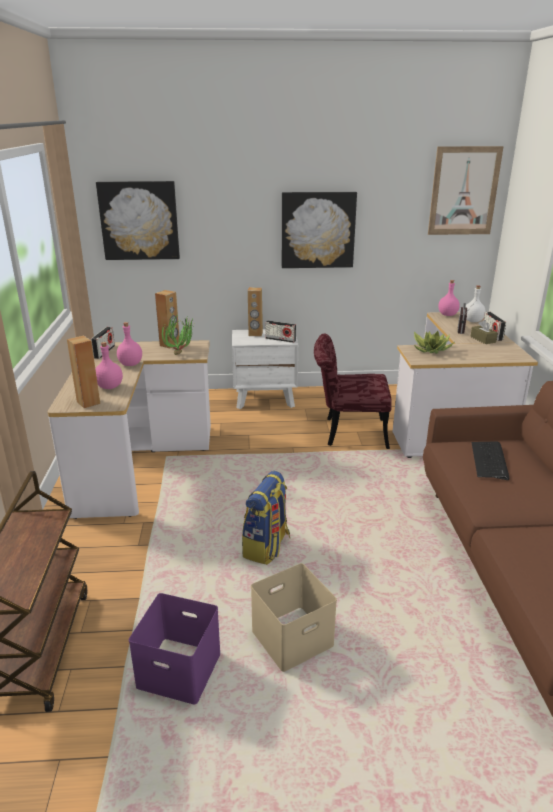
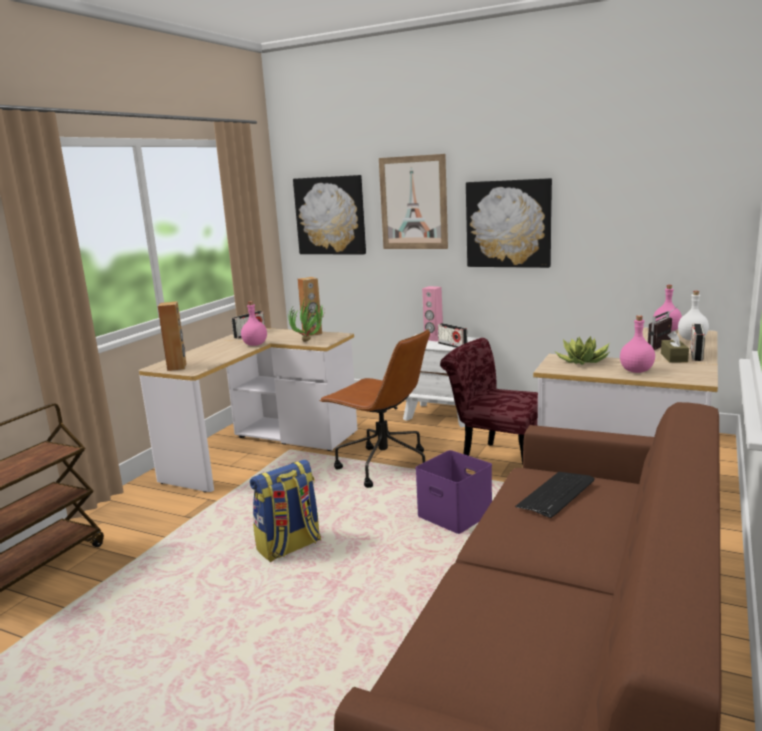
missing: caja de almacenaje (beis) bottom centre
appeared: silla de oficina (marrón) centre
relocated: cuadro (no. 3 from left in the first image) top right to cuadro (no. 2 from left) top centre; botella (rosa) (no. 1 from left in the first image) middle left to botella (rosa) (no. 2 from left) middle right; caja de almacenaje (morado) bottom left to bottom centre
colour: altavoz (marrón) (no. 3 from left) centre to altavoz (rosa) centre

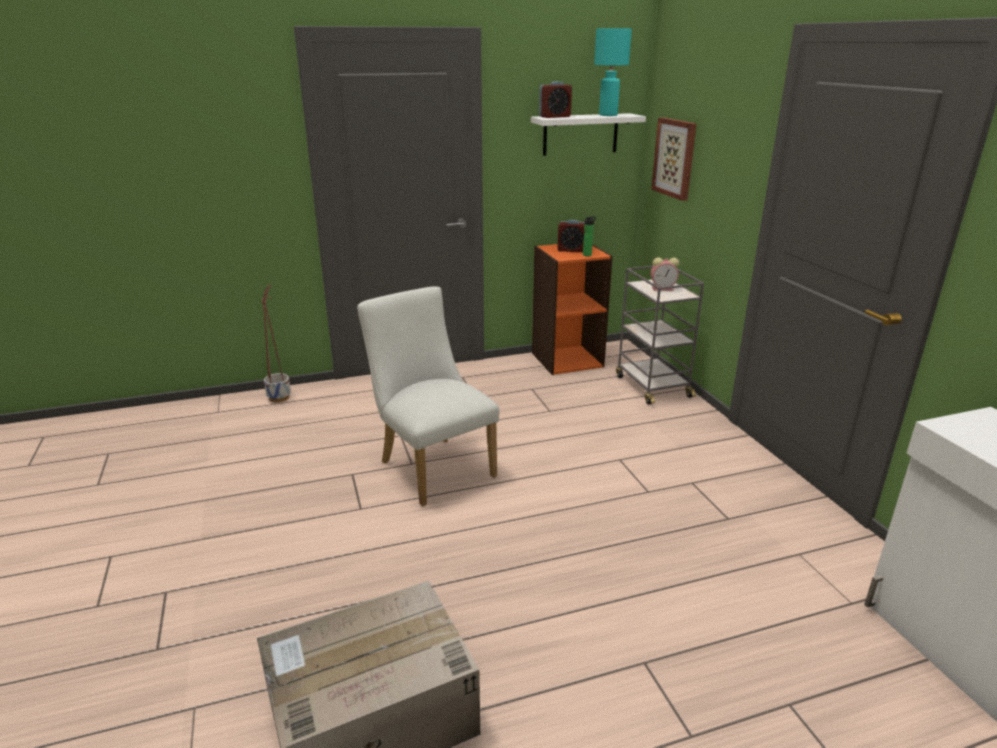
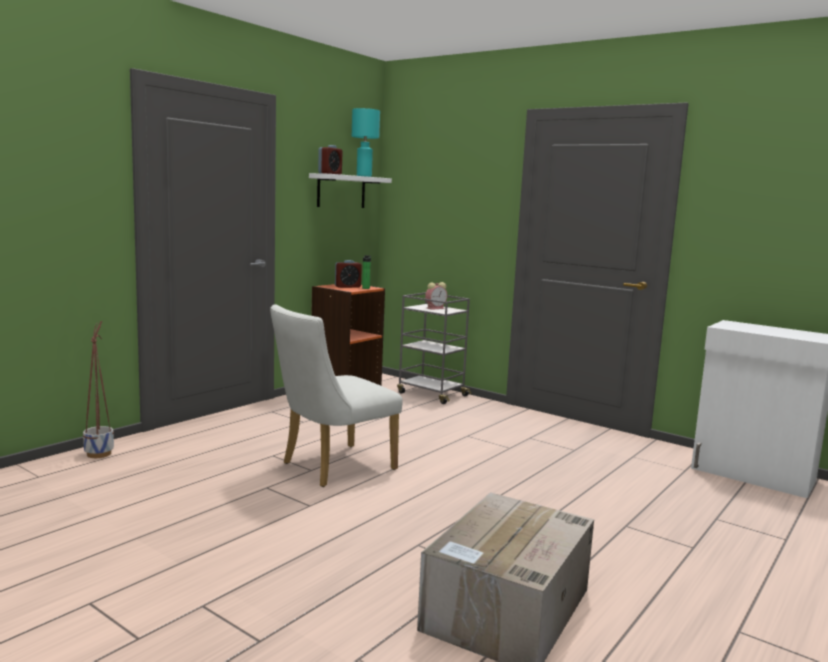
missing: cuadro top right
spun: silla (blanco) centre = centre 60 degrees counterclockwise

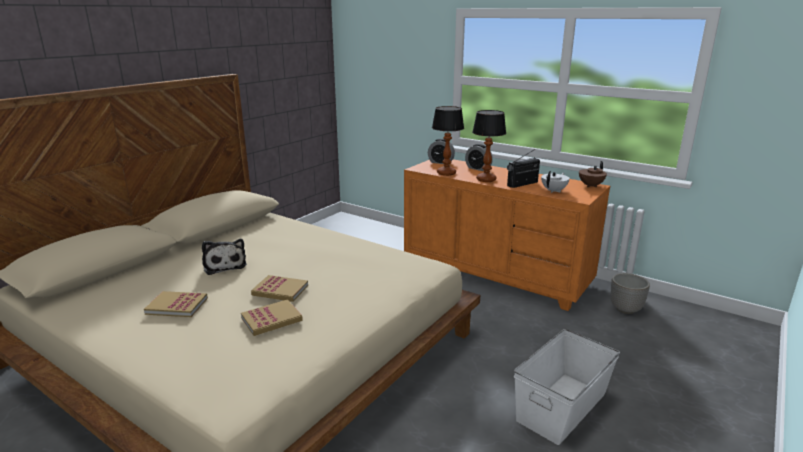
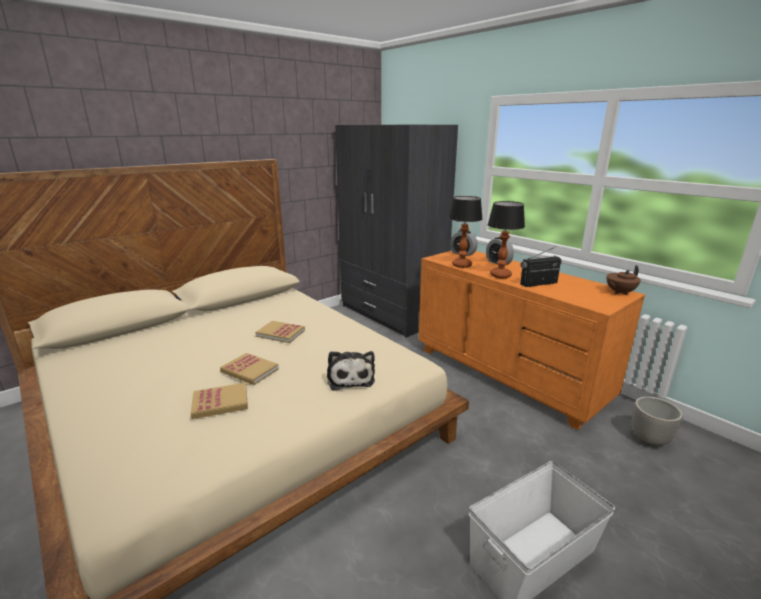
missing: tetera (blanco) middle right
appeared: armario ropero (gris) centre
relocated: peluche middle left to centre; libro (no. 1 from left in the first image) bottom left to libro (no. 3 from left) centre

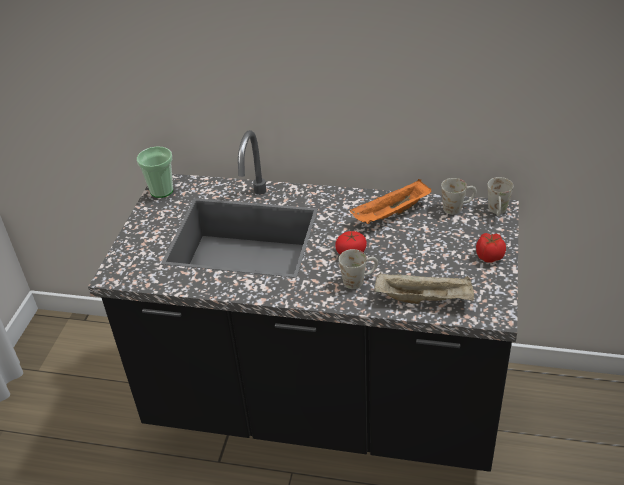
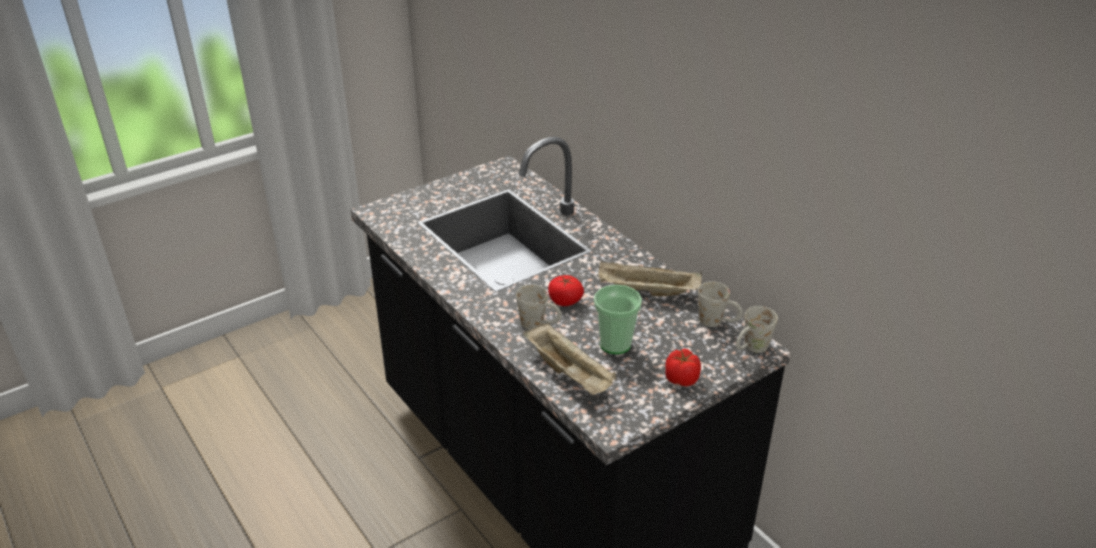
relocated: taza middle left to centre
colour: bandeja (naranja) centre to bandeja (beis) (no. 2 from left) centre

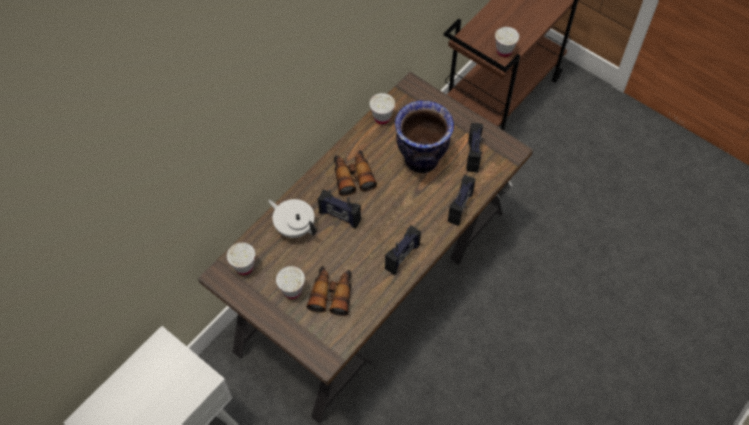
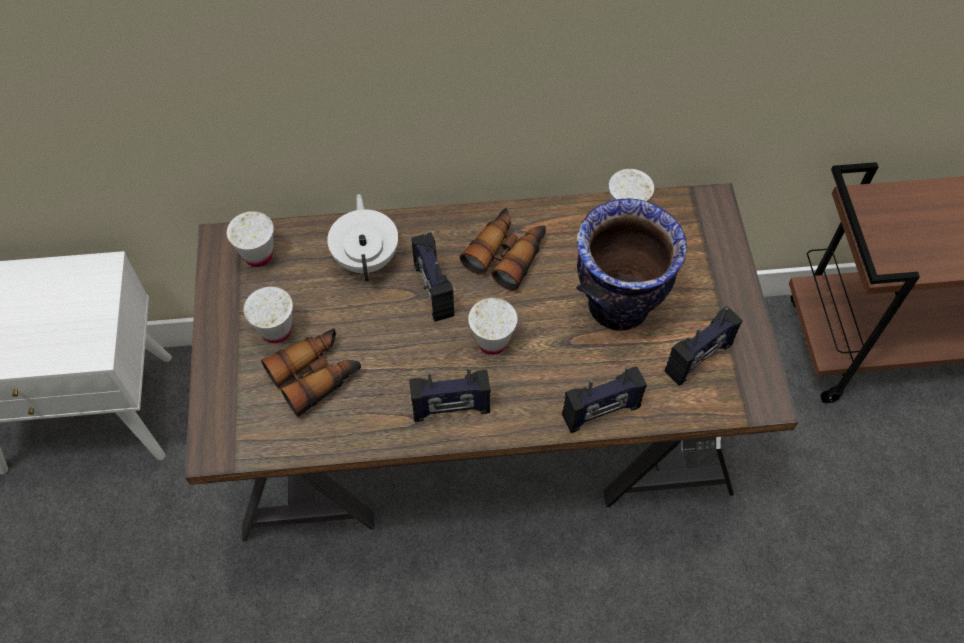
relocated: taza (blanco) (no. 4 from left in the first image) top right to taza (blanco) (no. 3 from left) centre

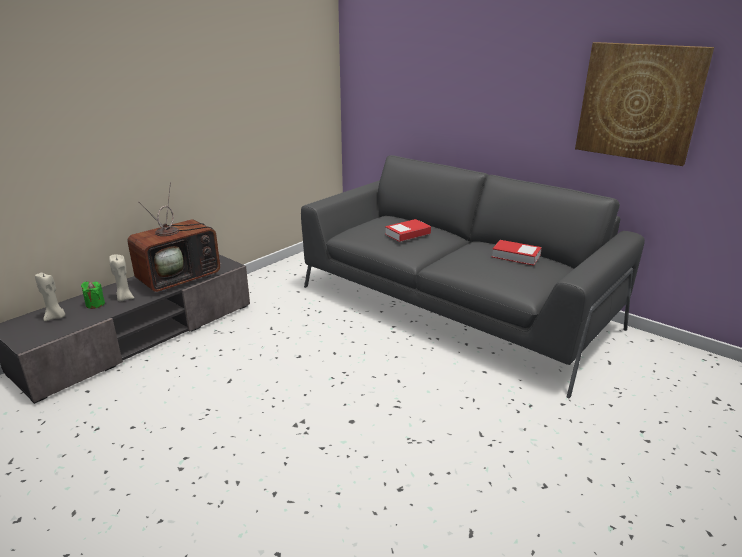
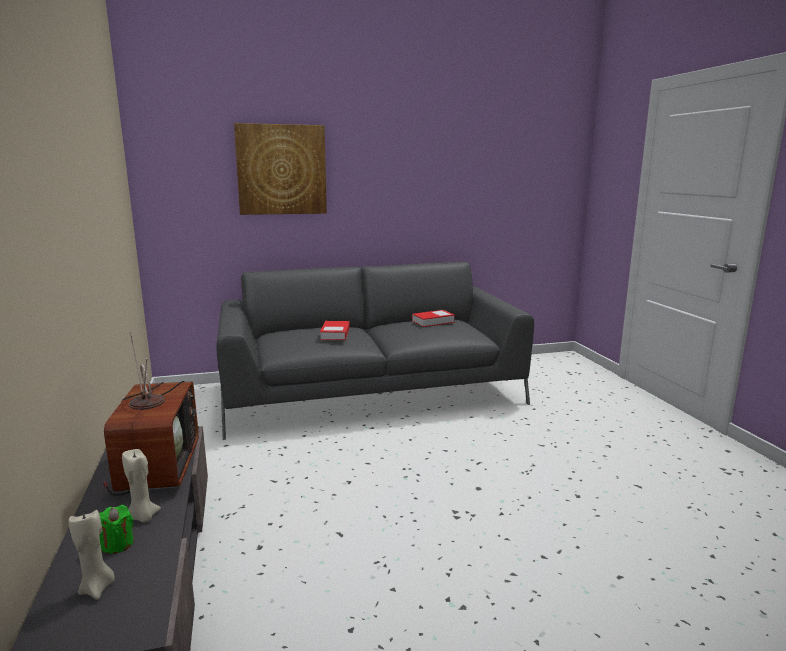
relocated: cuadro top right to top centre

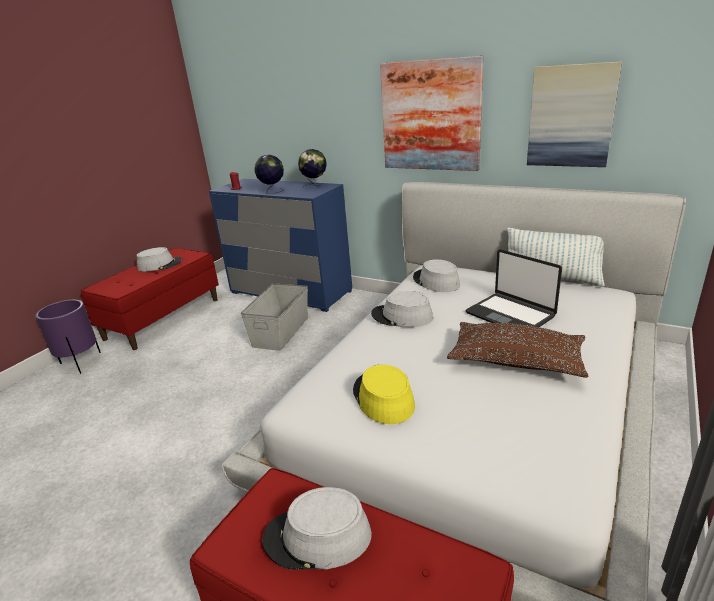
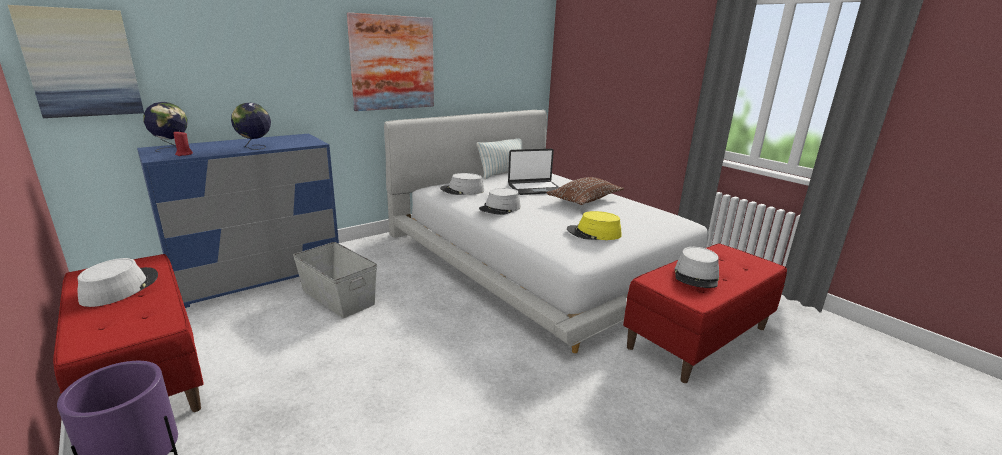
relocated: cuadro (no. 2 from left in the first image) top right to cuadro (no. 1 from left) top left; globo terráqueo (no. 2 from left in the first image) top centre to globo terráqueo (no. 1 from left) top left

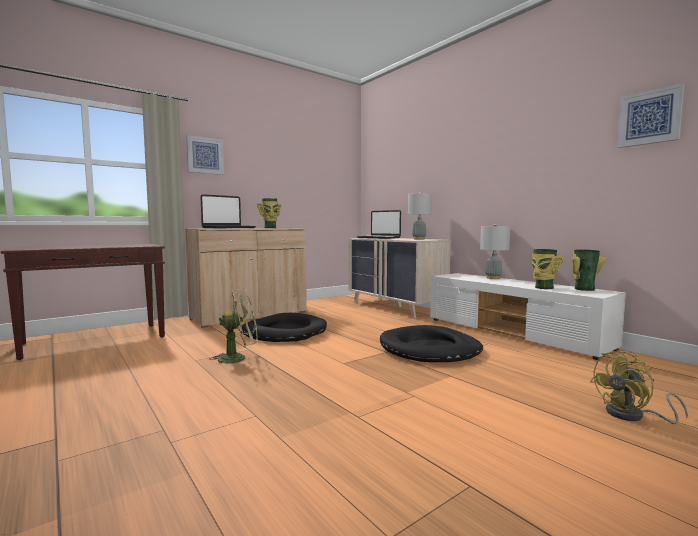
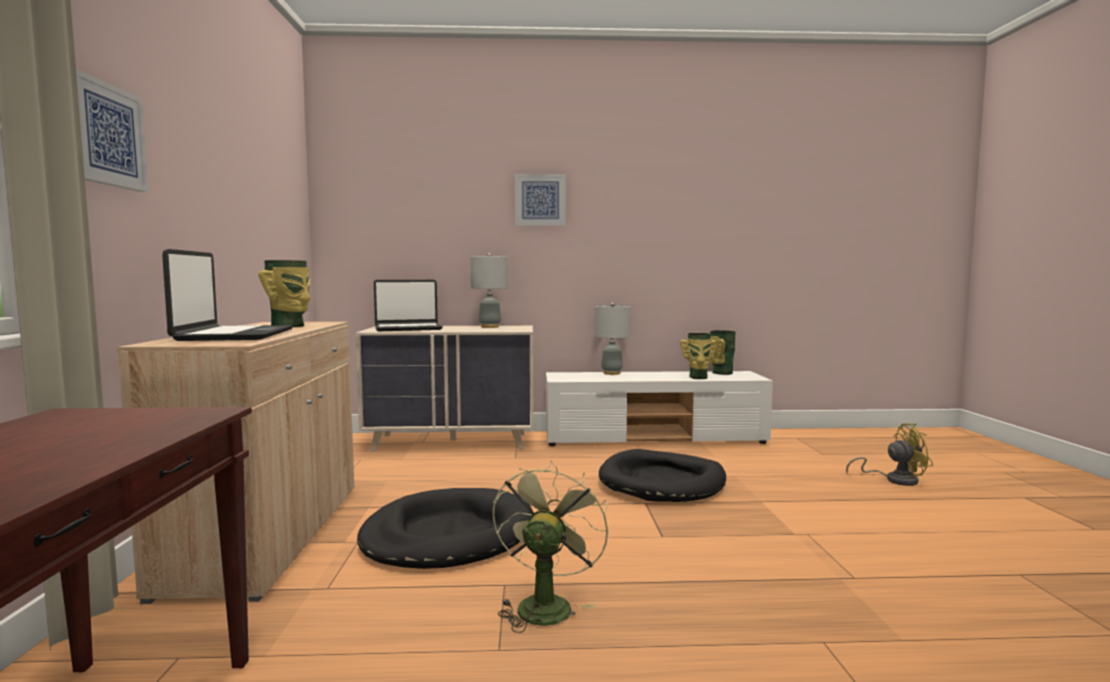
relocated: cuadro (no. 2 from left) top right to top centre
spun: ventilador (amarillo) bottom right = middle right 105 degrees counterclockwise

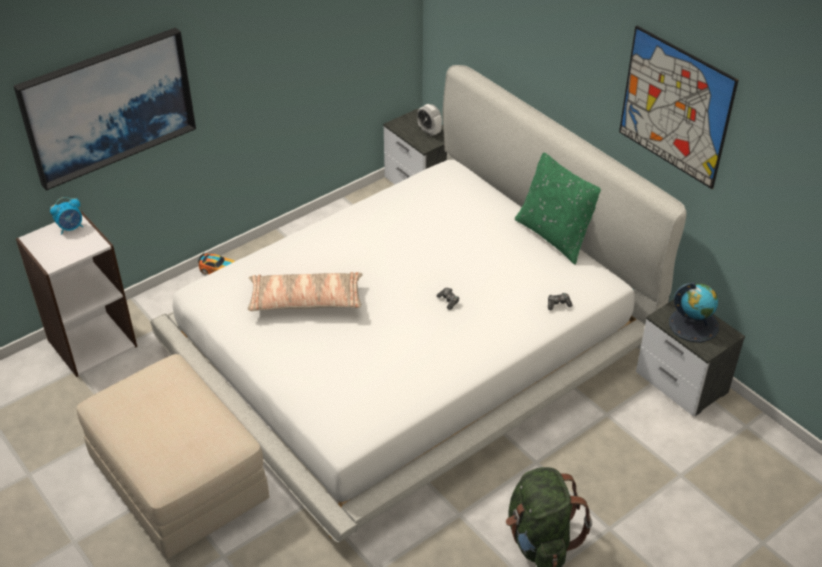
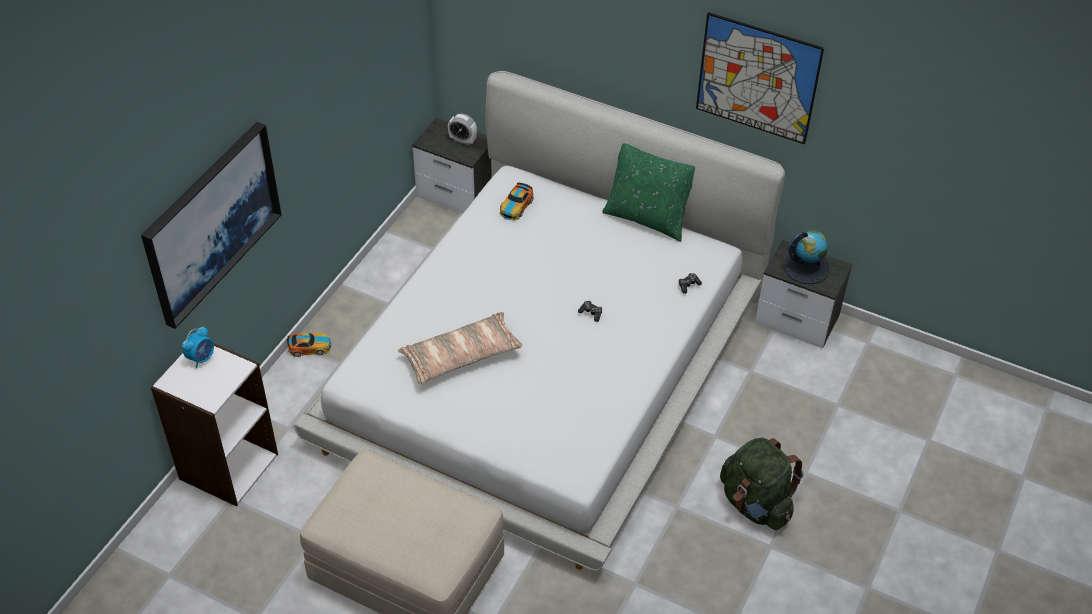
appeared: coche de juguete (no. 2 from left) top centre

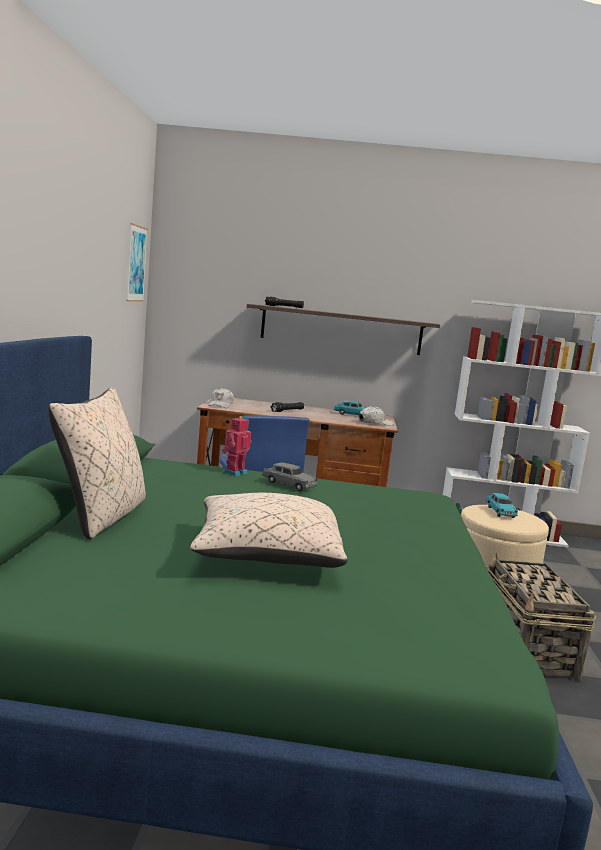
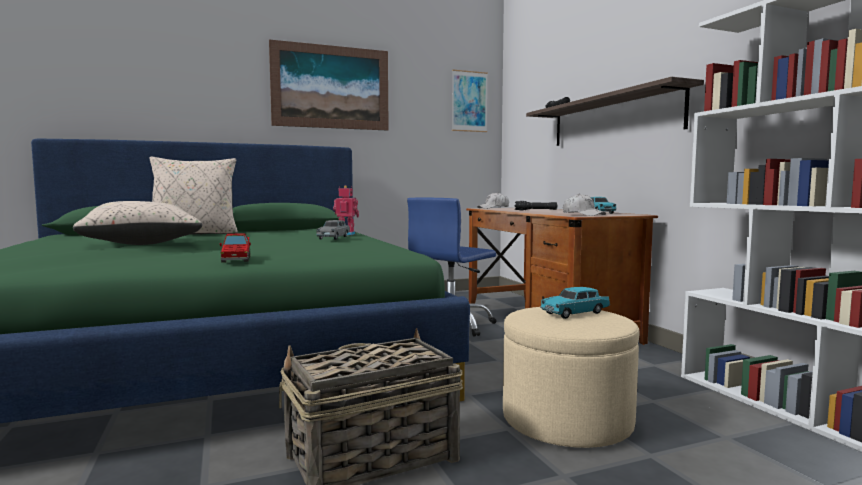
appeared: cuadro (no. 1 from left) top centre; coche de juguete (rojo) middle left

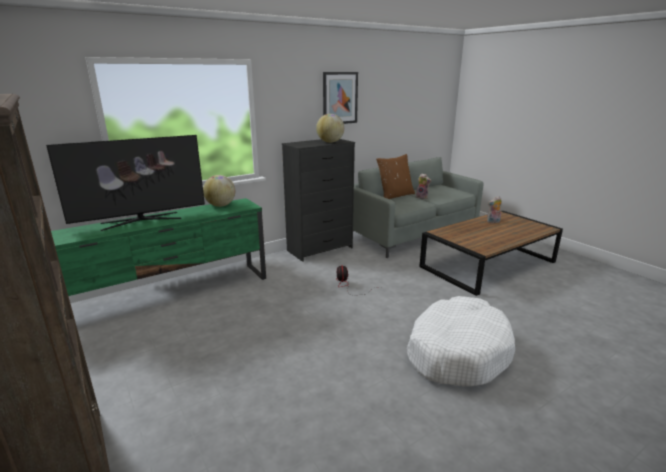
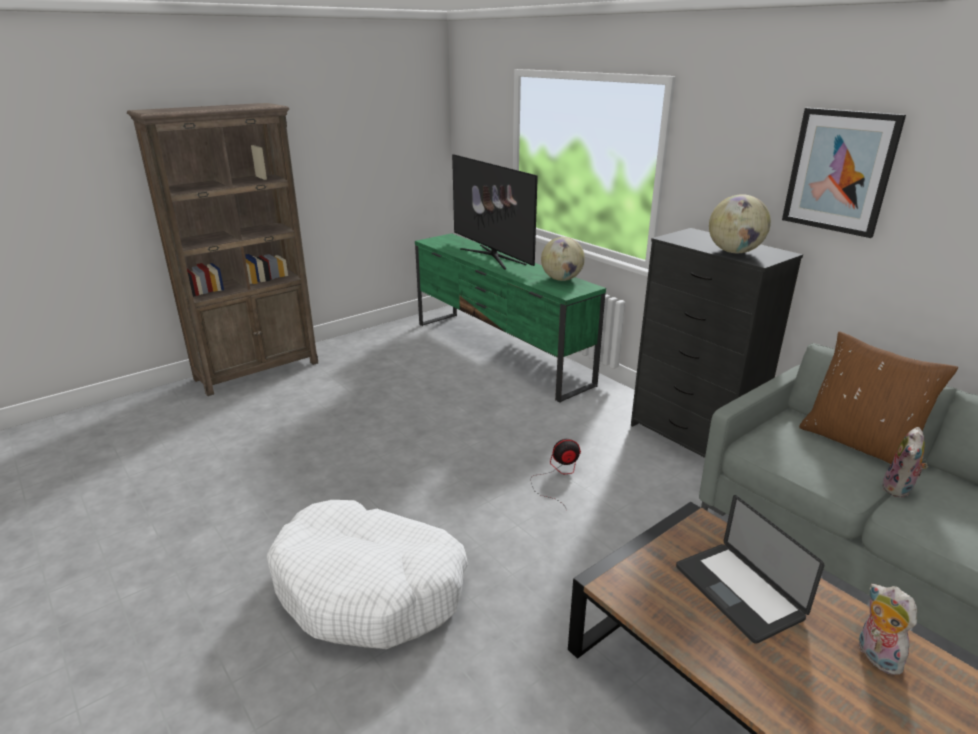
appeared: portátil bottom right

